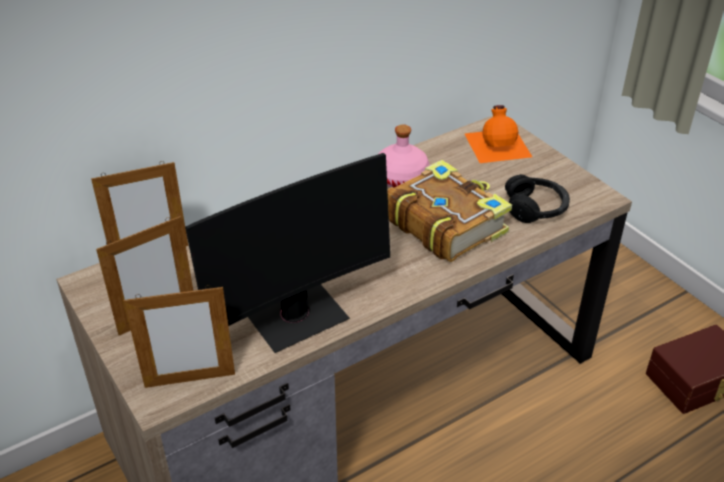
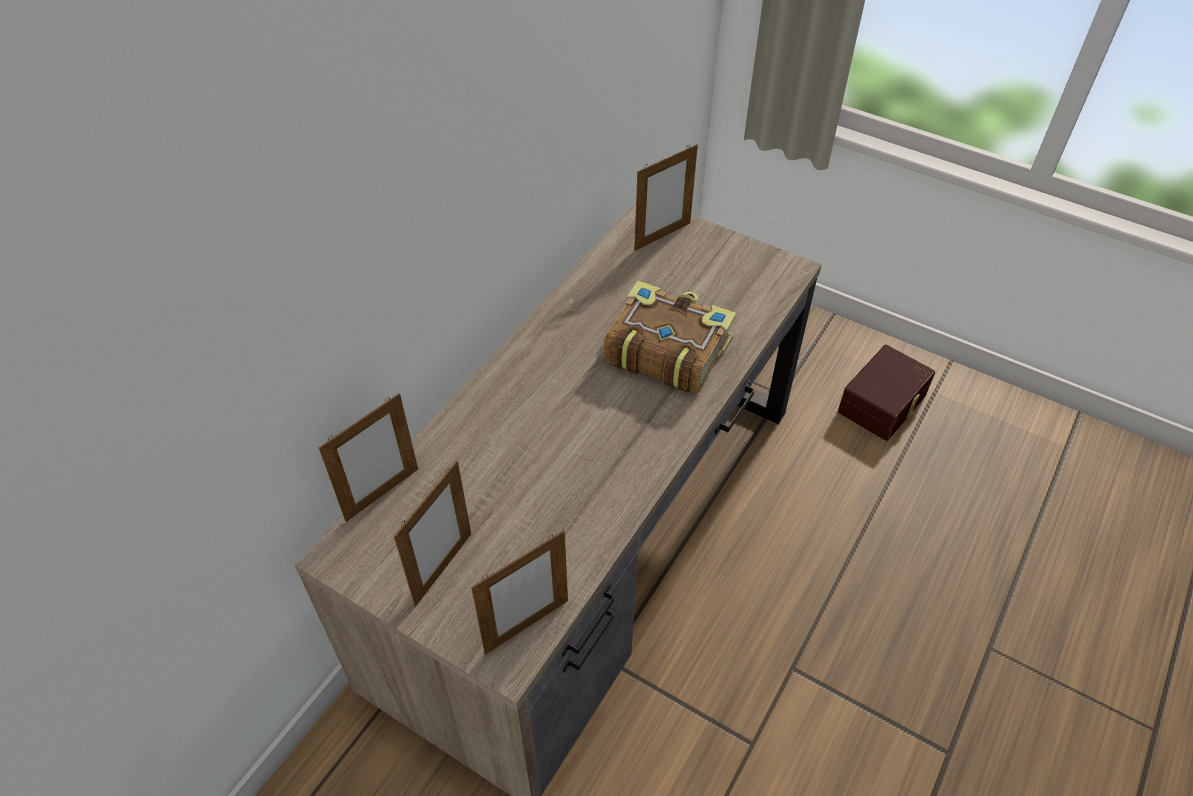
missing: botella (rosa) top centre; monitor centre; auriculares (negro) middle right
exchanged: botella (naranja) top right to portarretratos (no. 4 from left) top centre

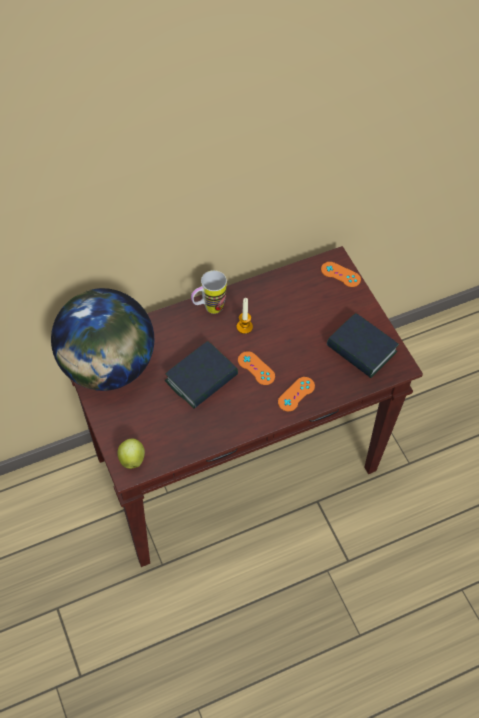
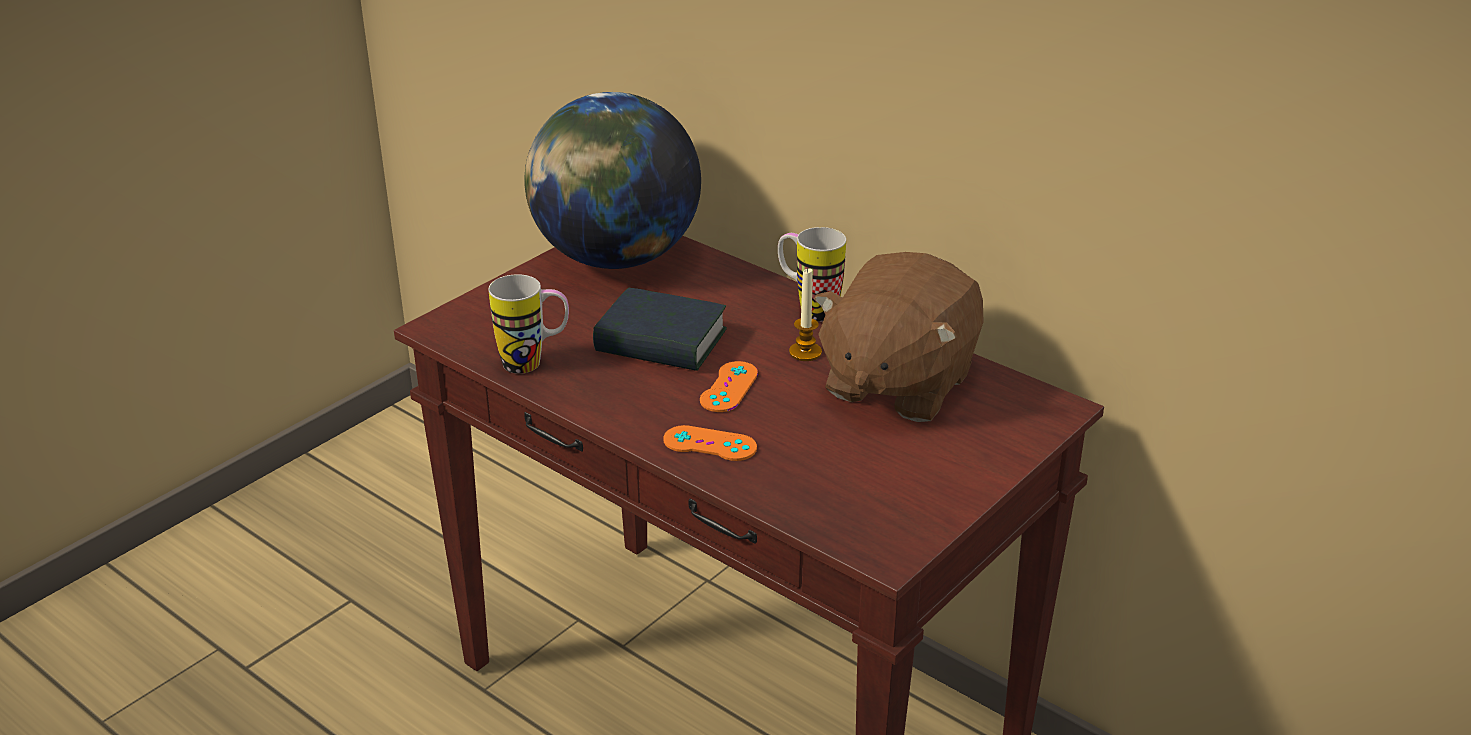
missing: mando de consola (naranja) (no. 3 from left) middle right; libro (no. 2 from left) middle right; manzana middle left
appeared: peluche (marrón) centre; taza grande (no. 1 from left) centre

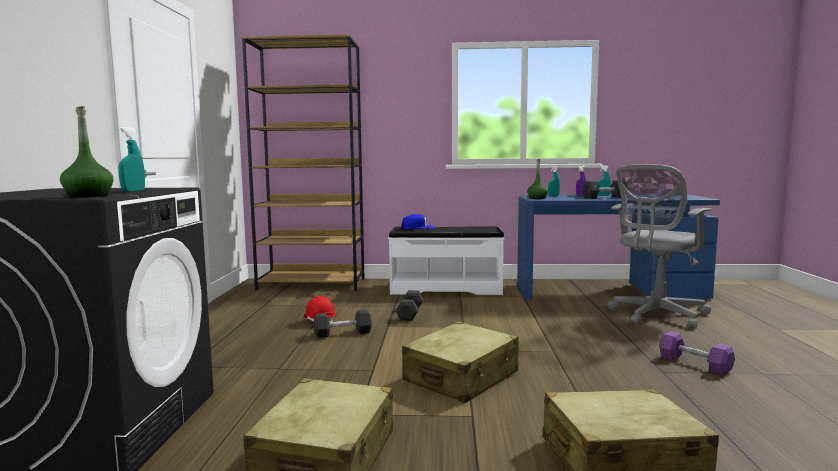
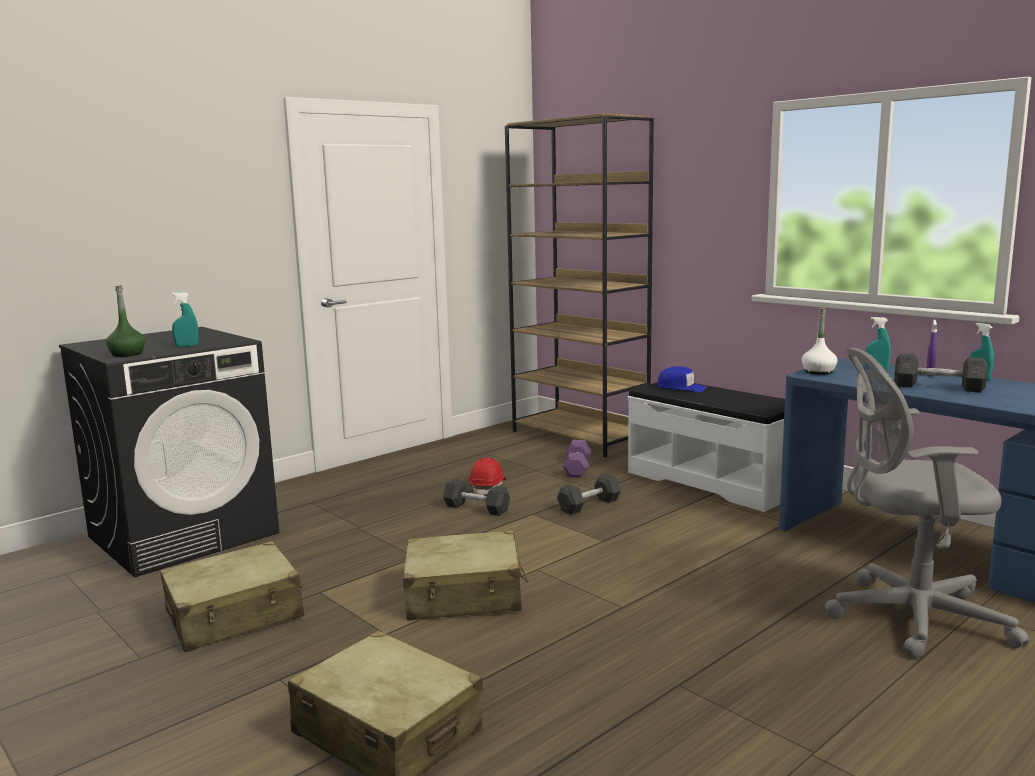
relocated: mancuerna (morado) bottom right to centre
colour: botella (verde) (no. 2 from left) centre to botella (blanco) middle right

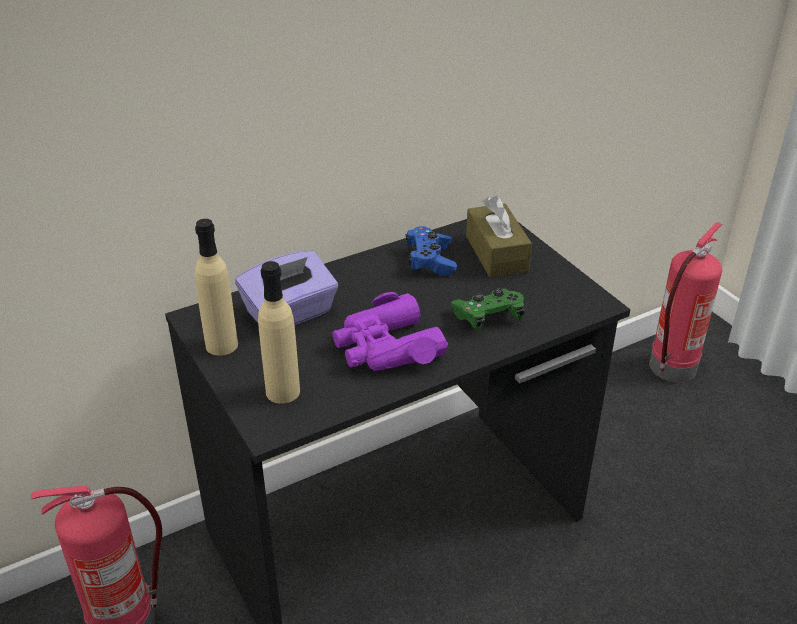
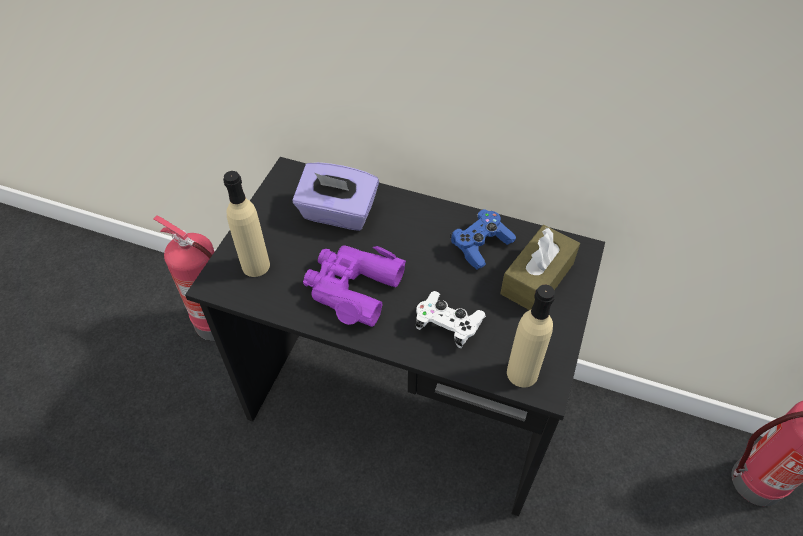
relocated: botella (beis) (no. 1 from left in the first image) middle left to botella (beis) (no. 2 from left) centre
colour: mando de consola (verde) centre to mando de consola (blanco) centre

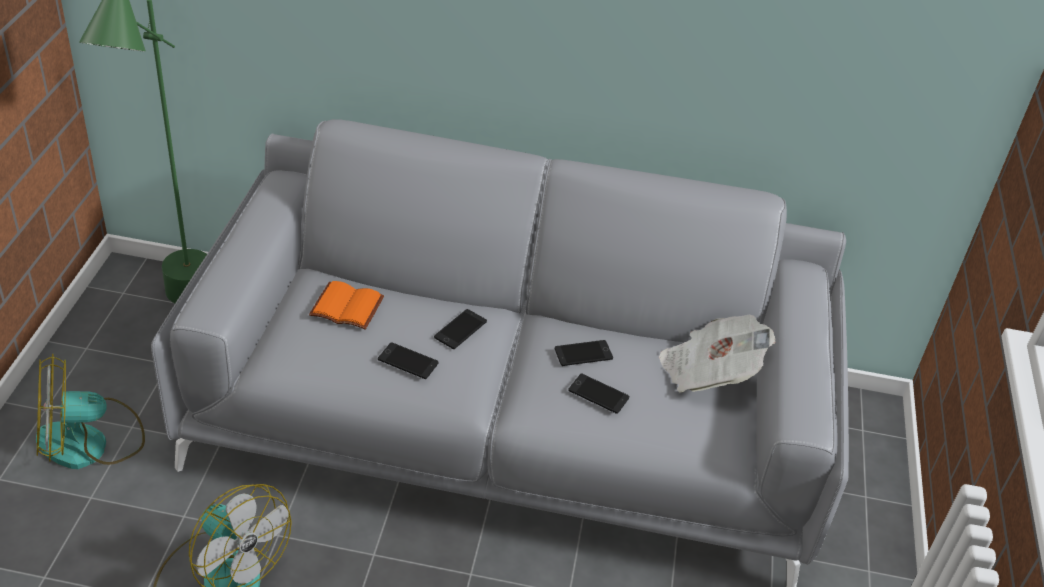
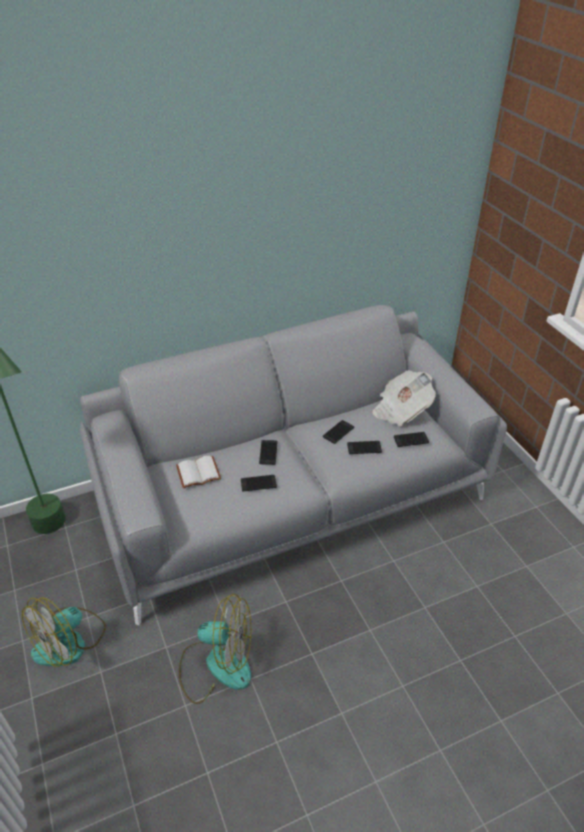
appeared: móvil (no. 5 from left) middle right
colour: libro (naranja) middle left to libro (blanco) centre

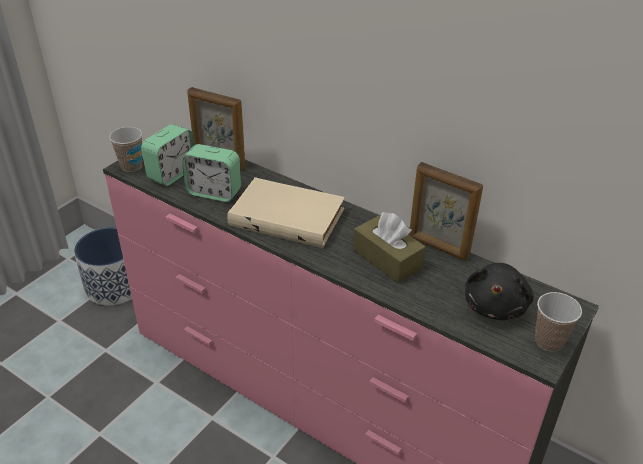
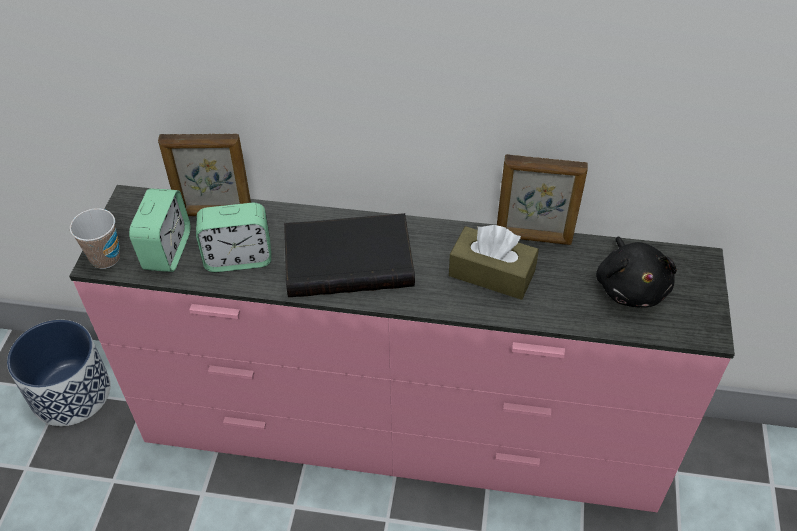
missing: taza (no. 2 from left) bottom right
colour: libro (beis) centre to libro (negro) centre

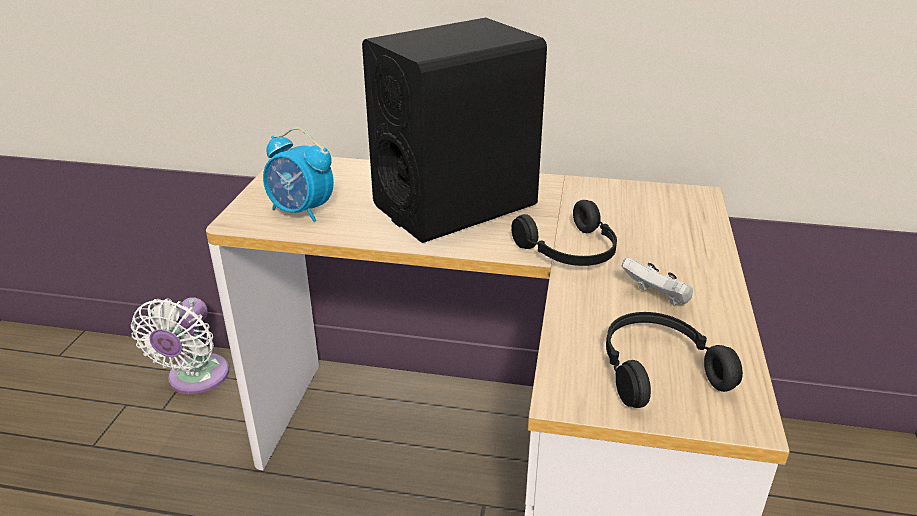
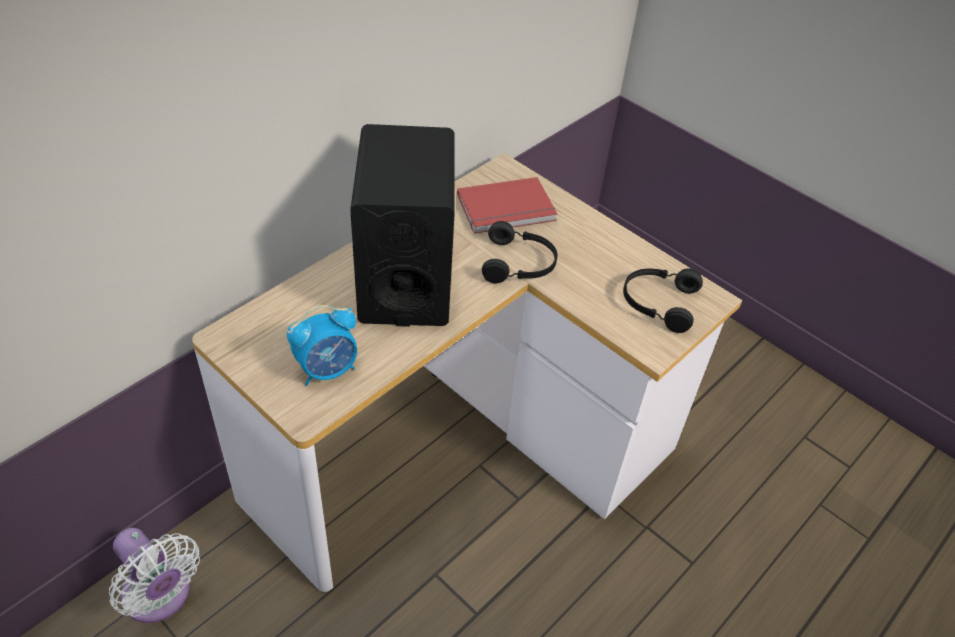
missing: mando de consola (blanco) middle right
appeared: libro (rojo) top centre

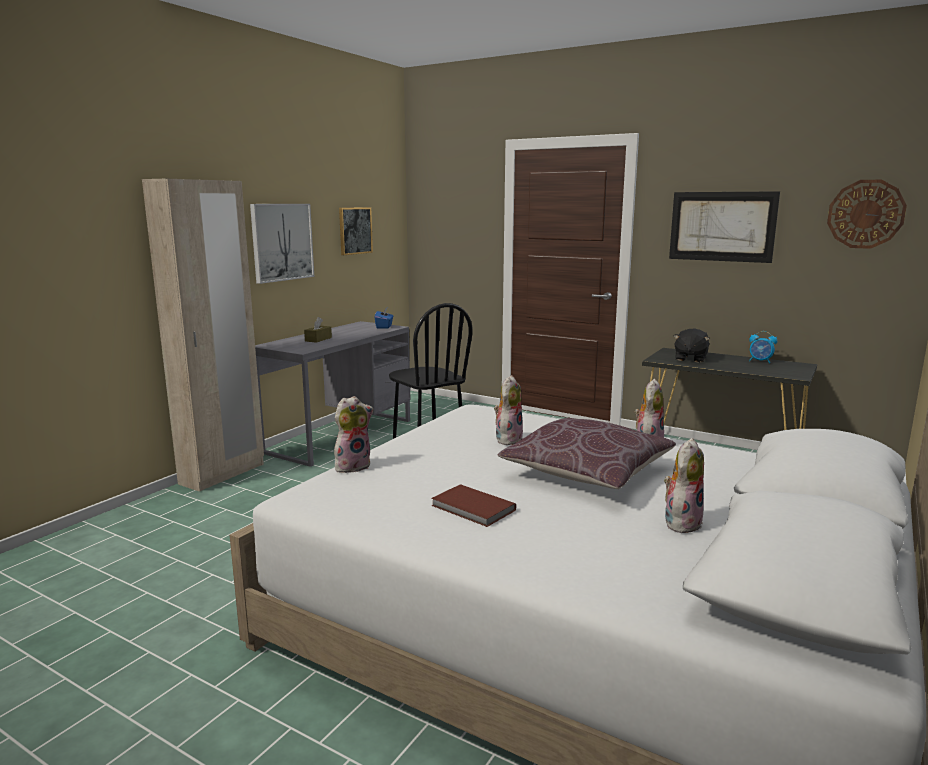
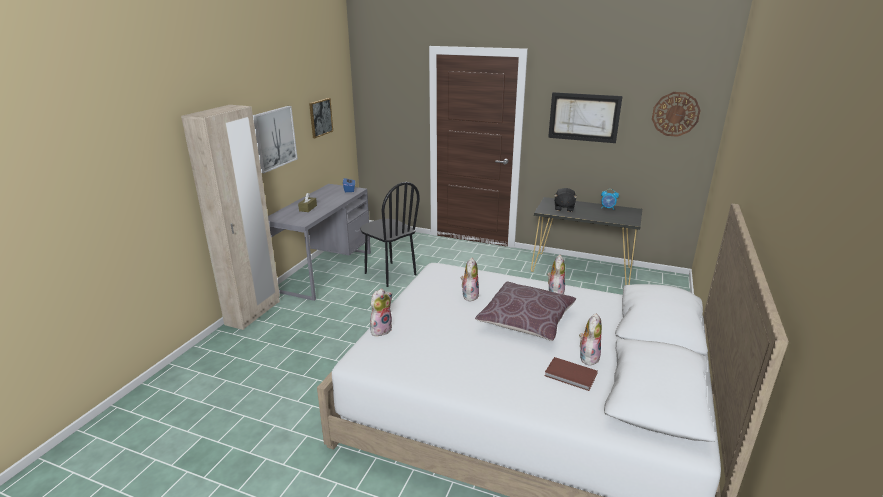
relocated: libro (marrón) centre to bottom centre

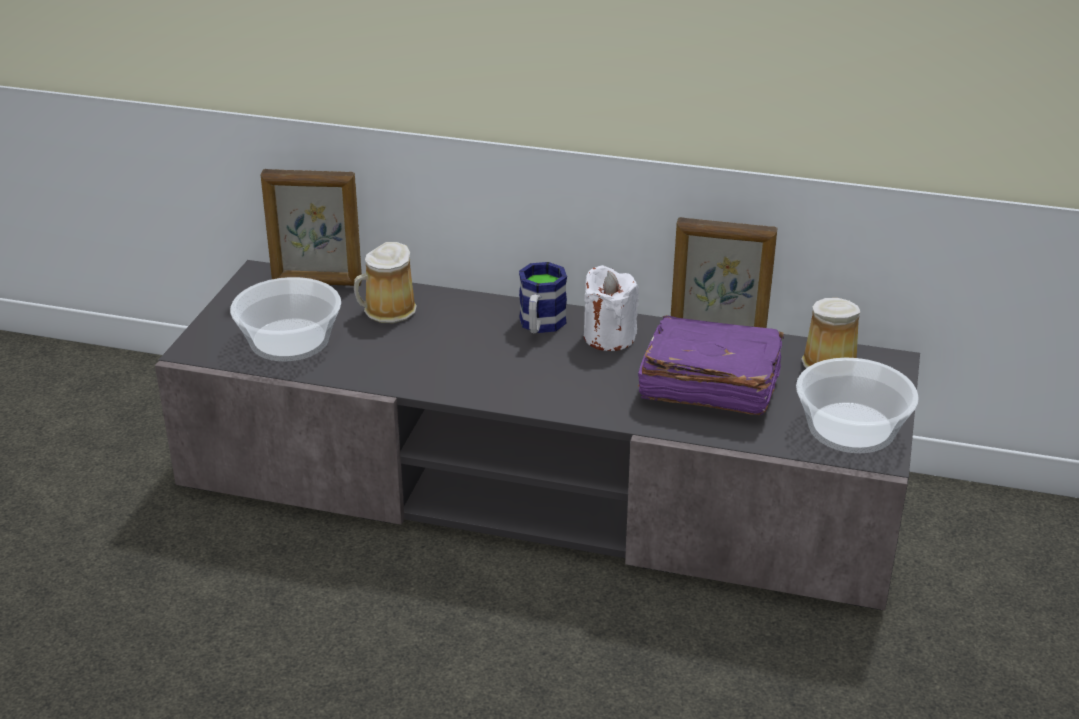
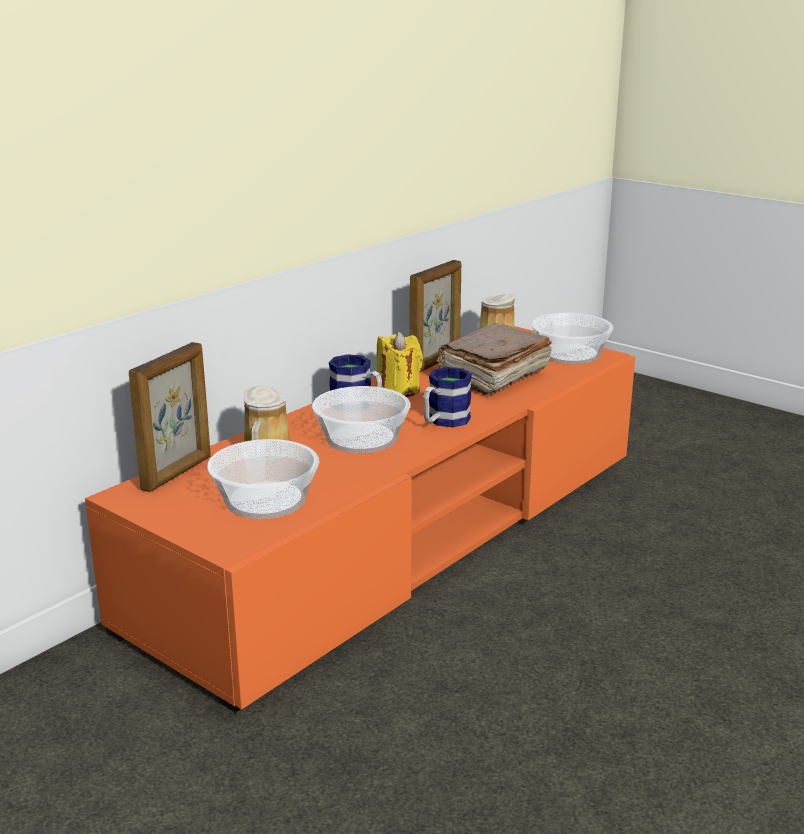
appeared: taza grande (no. 3 from left) centre; cuenco (no. 2 from left) centre
colour: mueble de televisión (gris) centre to mueble de televisión (naranja) centre; vela (blanco) centre to vela (amarillo) centre; libro (morado) centre to libro (marrón) centre

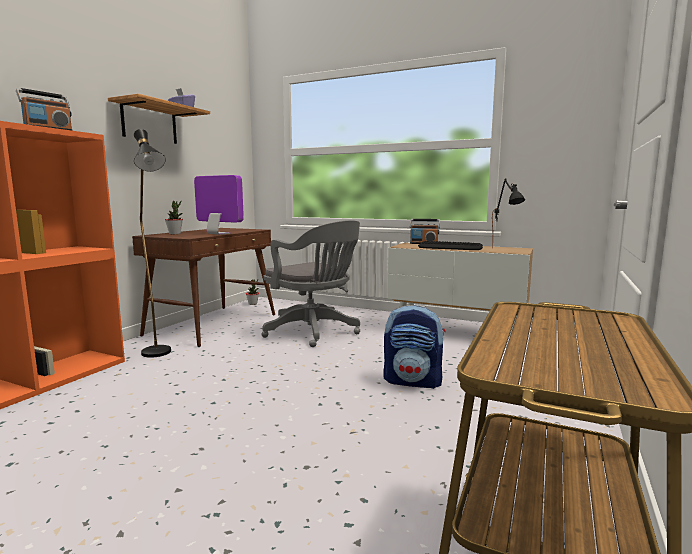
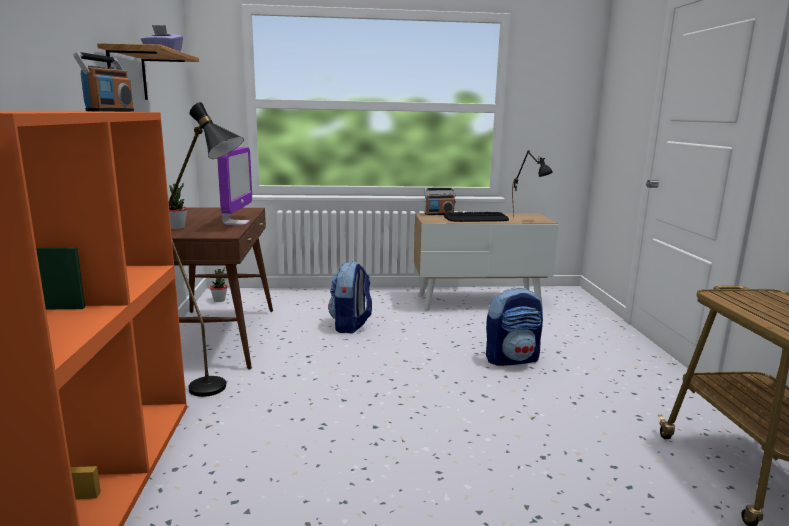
exchanged: silla de oficina (gris) centre to mochila (no. 1 from left) centre
spun: monitor middle left = middle left 90 degrees clockwise

